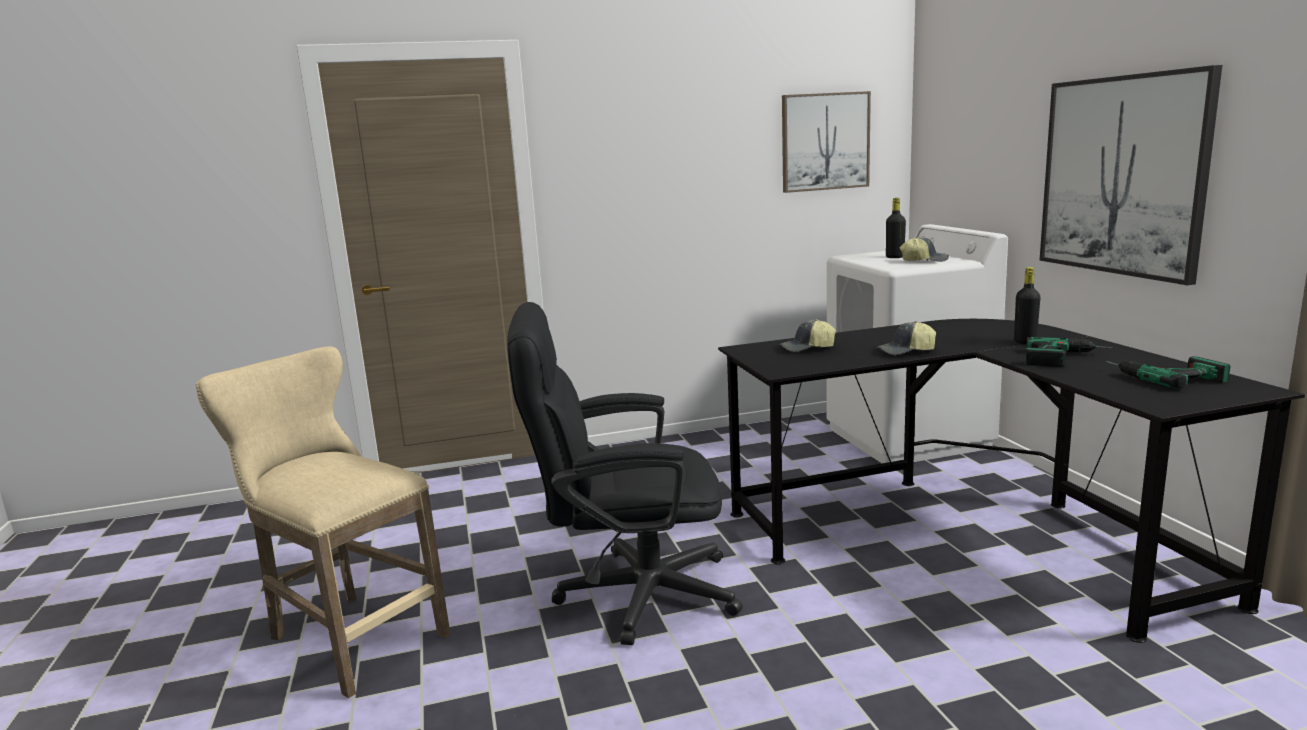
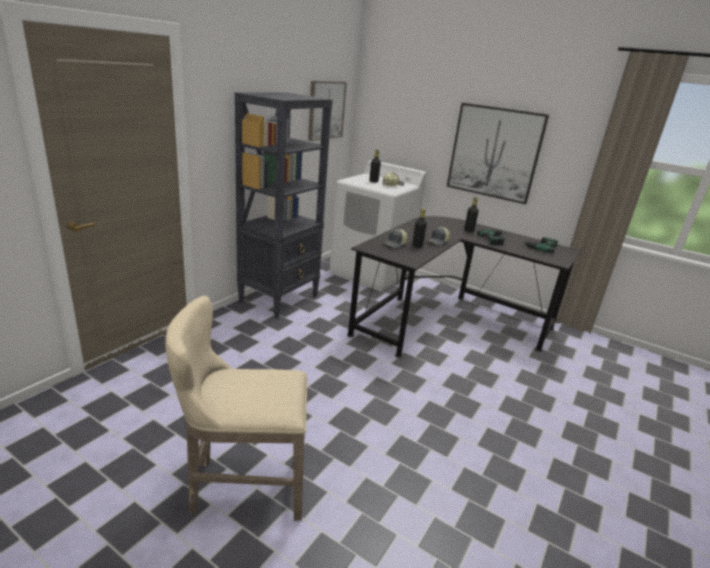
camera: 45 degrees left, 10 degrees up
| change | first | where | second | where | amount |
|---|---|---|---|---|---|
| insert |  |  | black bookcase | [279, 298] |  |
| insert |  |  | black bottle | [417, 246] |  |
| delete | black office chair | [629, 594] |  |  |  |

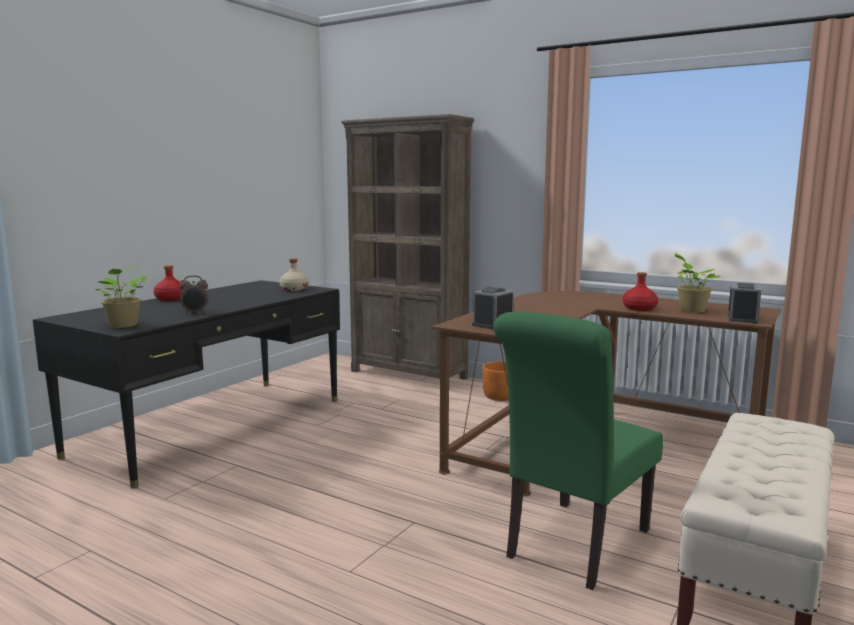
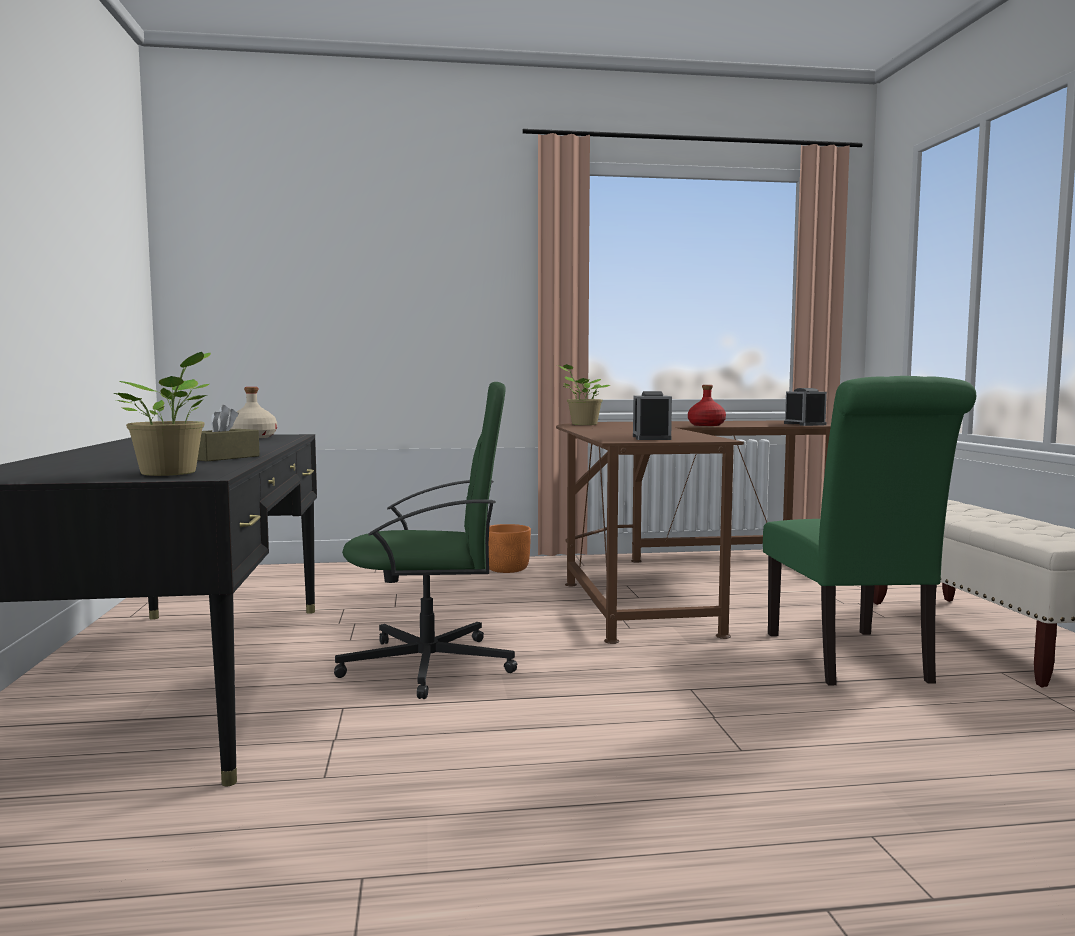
camera: 40 degrees left, 5 degrees down
| change | first | where | second | where | amount |
|---|---|---|---|---|---|
| replace | alarm clock | [195, 313] | brown tissue box | [223, 457] |  |
| insert |  |  | green office chair | [431, 665] |  |
| move | potted plant | [690, 310] |  | [582, 424] |  |
| delete | red bottle | [170, 299] |  |  |  |
| delete | brown bookcase | [409, 374] |  |  |  |

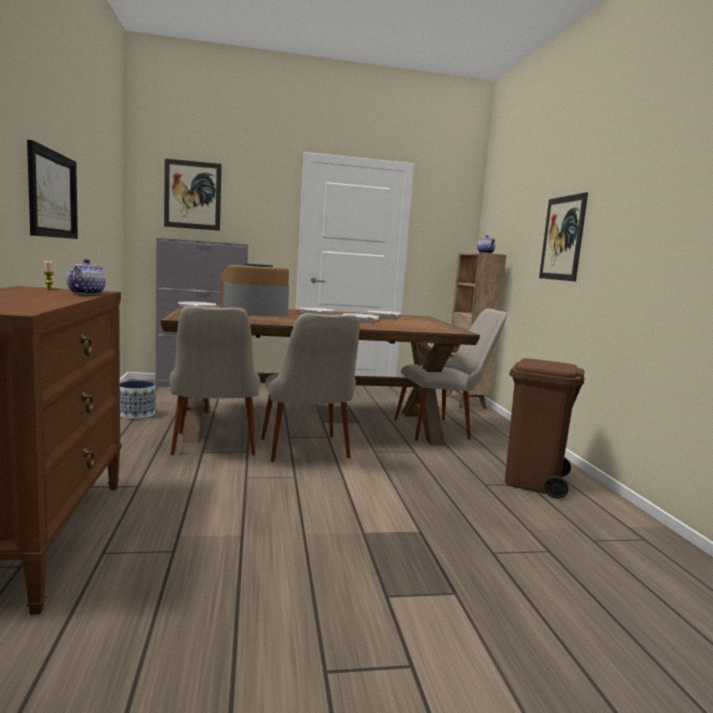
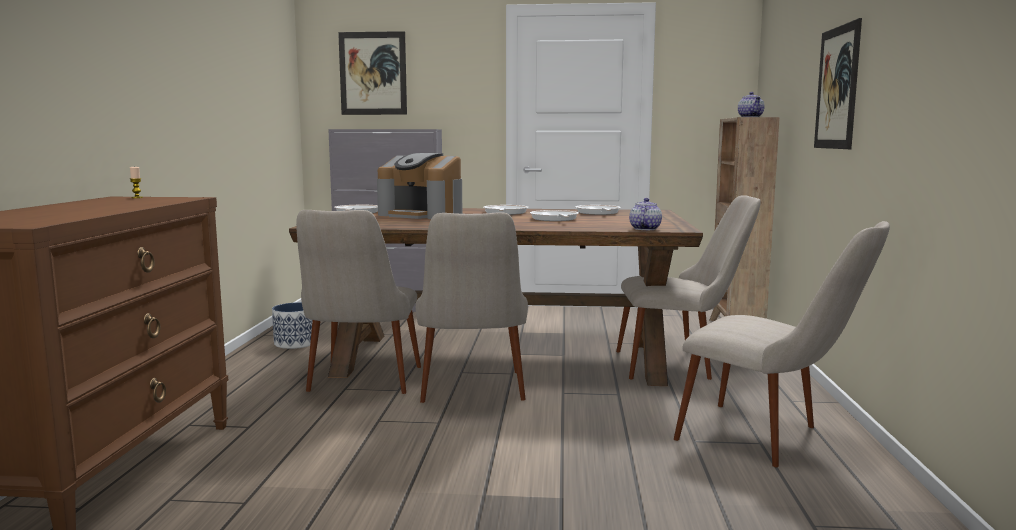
camera: 15 degrees right, 0 degrees up
| change | first | where | second | where | amount |
|---|---|---|---|---|---|
| rotate | coffee machine | [254, 312] |  | [422, 215] | 135 degrees counterclockwise |
| move | teapot | [86, 293] |  | [644, 229] |  |
| replace | brown trash can | [533, 481] | beige chair | [771, 439] |  |
| delete | picture | [52, 194] |  |  |  |

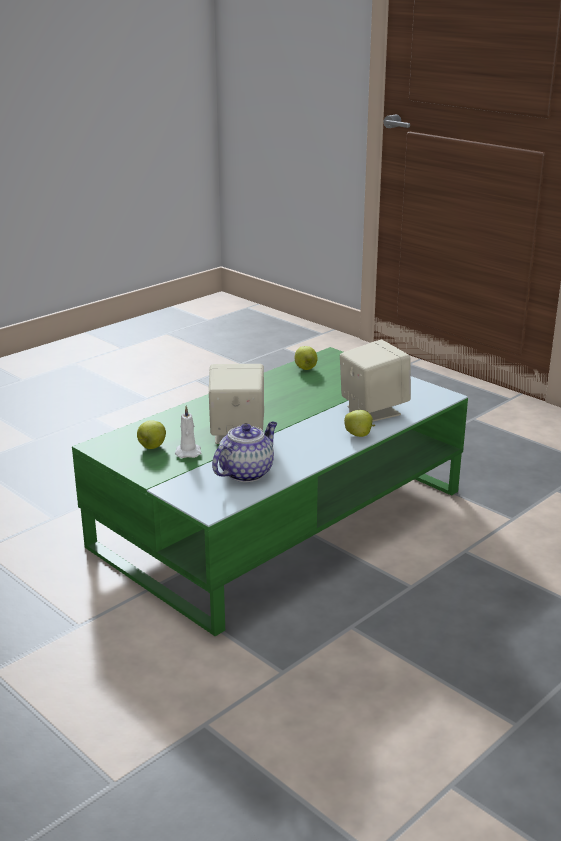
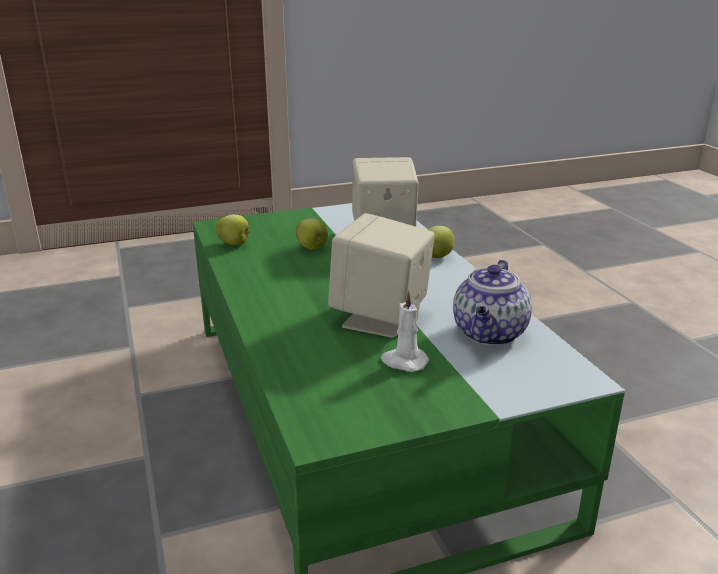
camera: 65 degrees left, 0 degrees up
| change | first | where | second | where | amount |
|---|---|---|---|---|---|
| move | apple | [151, 447] |  | [312, 248] |  |
| rotate | teapot | [246, 472] |  | [490, 334] | 135 degrees counterclockwise |

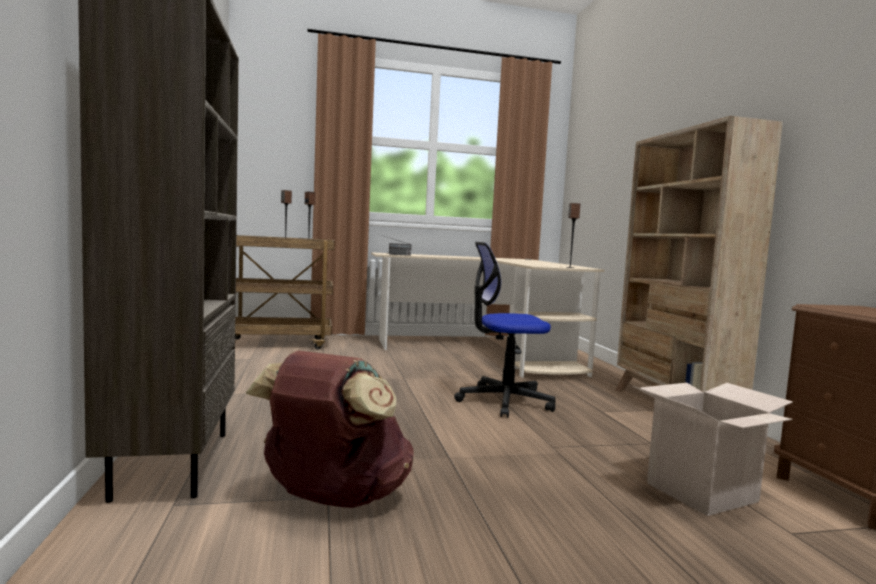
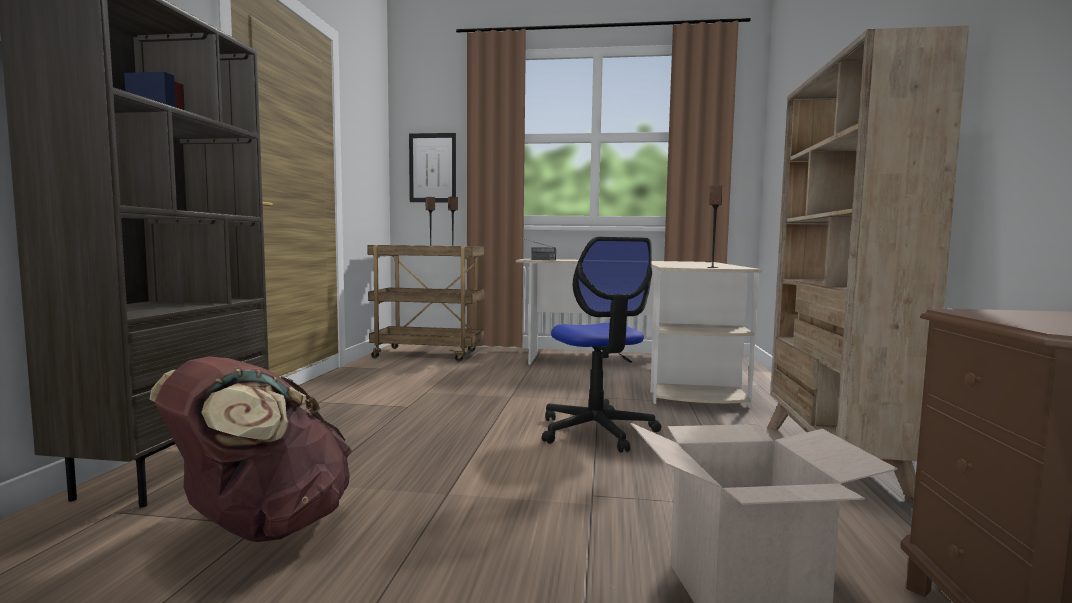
camera: 20 degrees right, 0 degrees up
| change | first | where | second | where | amount |
|---|---|---|---|---|---|
| insert |  |  | picture | [432, 168] |  |
| rotate | office chair | [504, 401] |  | [597, 431] | 120 degrees counterclockwise |

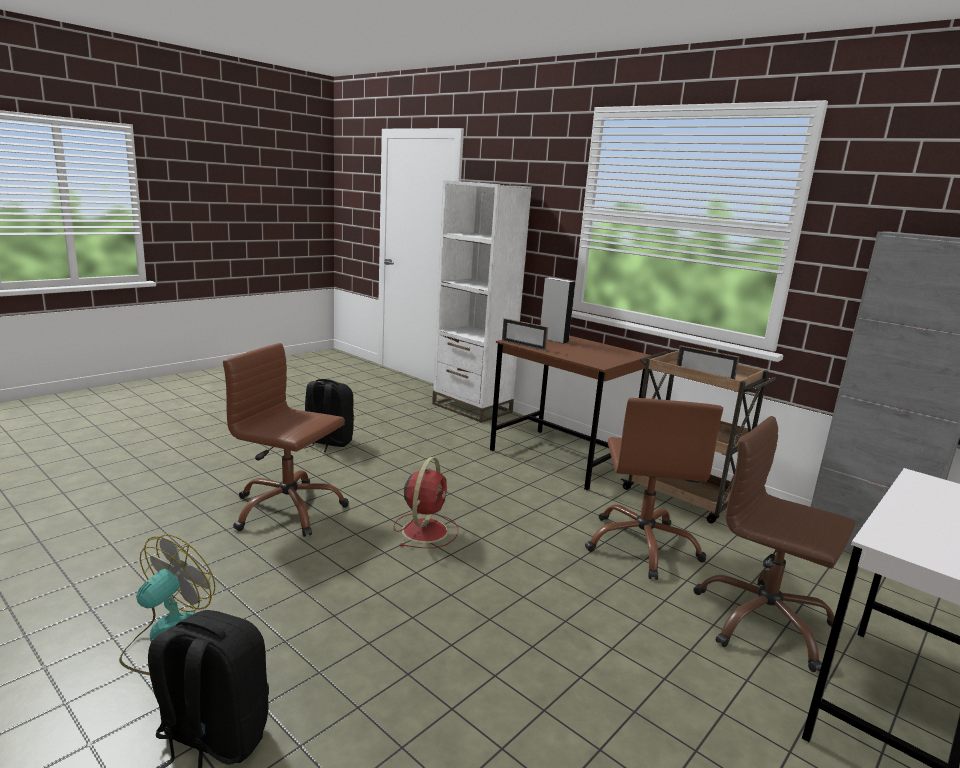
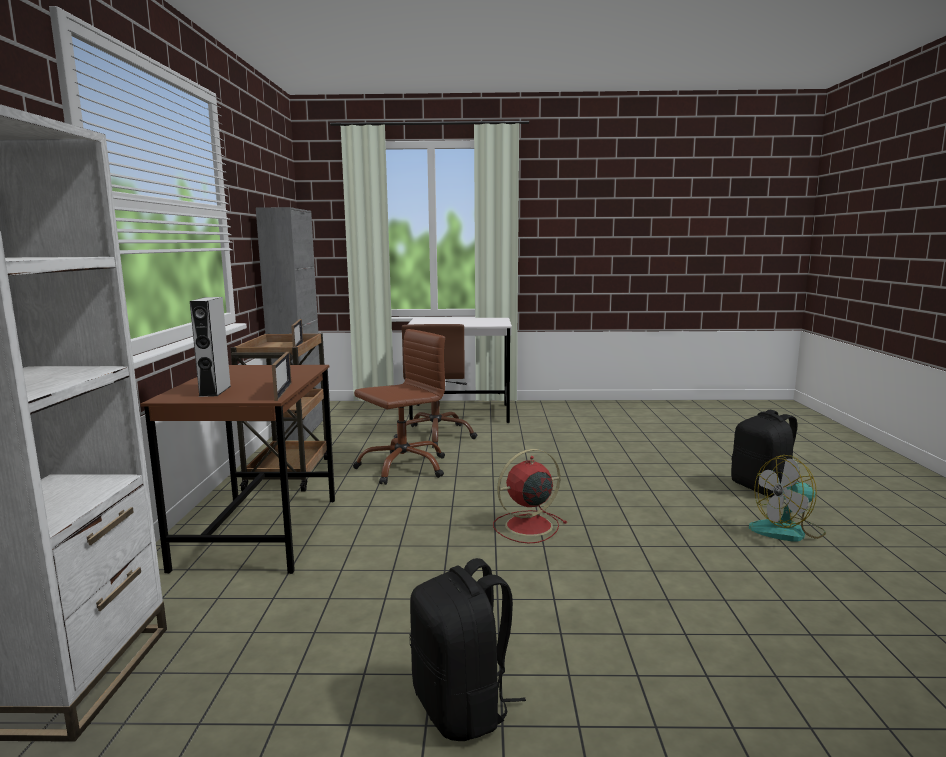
camera: 130 degrees left, 5 degrees down
| change | first | where | second | where | amount |
|---|---|---|---|---|---|
| delete | brown office chair | [288, 510] |  |  |  |

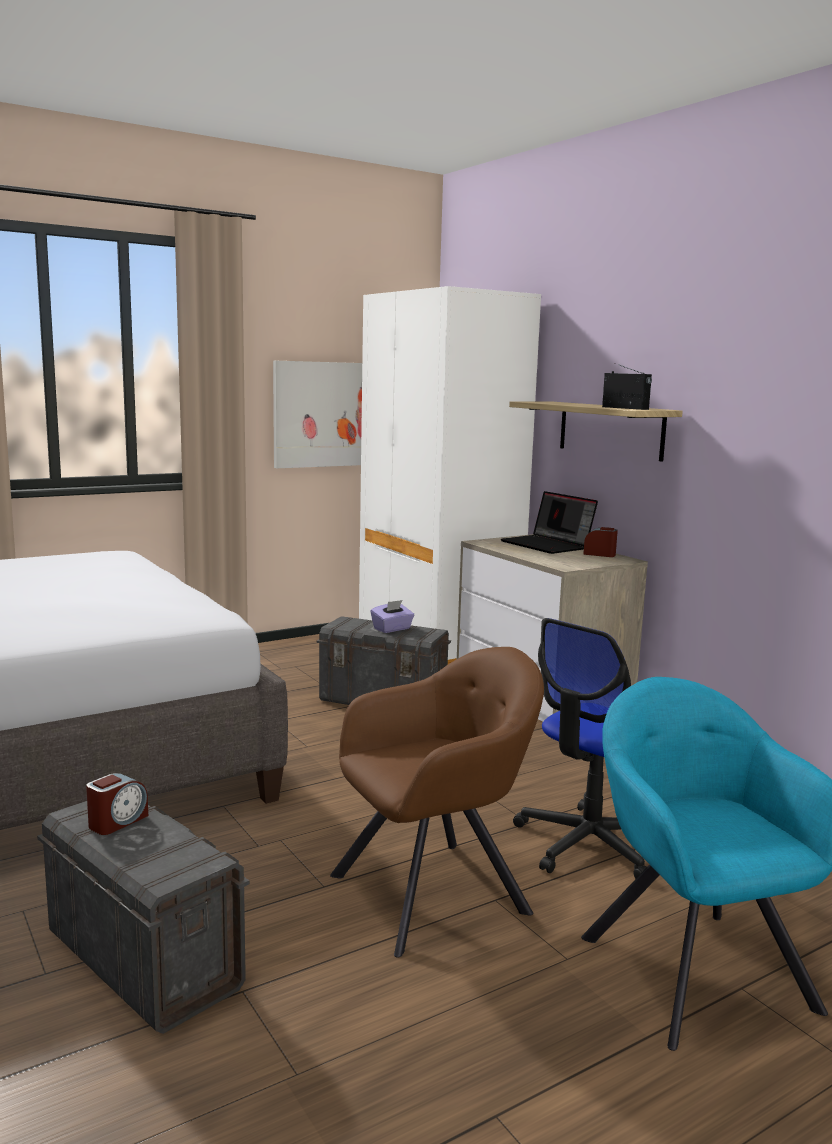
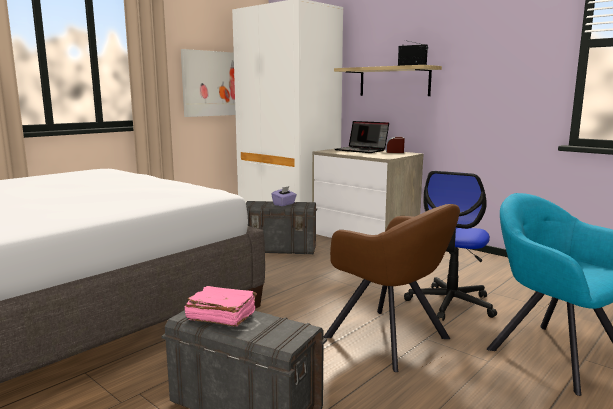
camera: 15 degrees left, 0 degrees up
| change | first | where | second | where | amount |
|---|---|---|---|---|---|
| replace | alarm clock | [117, 821] | pink book | [221, 317] |  |
| rotate | brown armchair | [436, 891] |  | [391, 339] | 90 degrees clockwise |

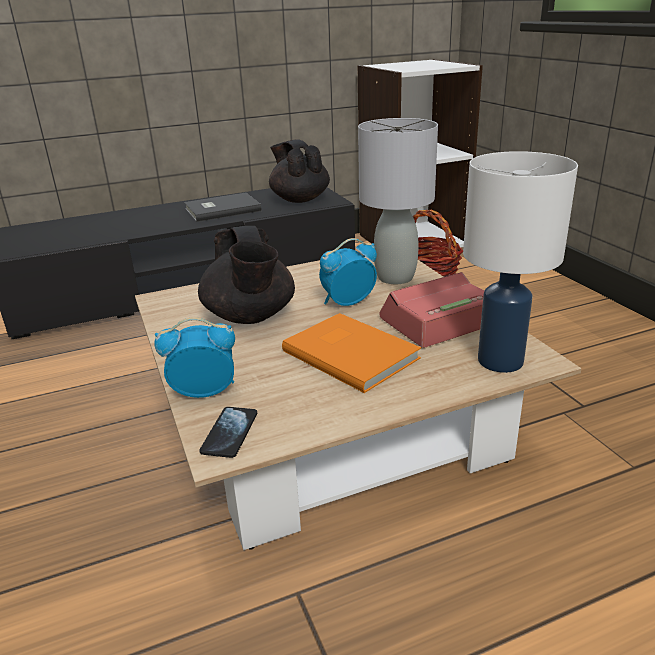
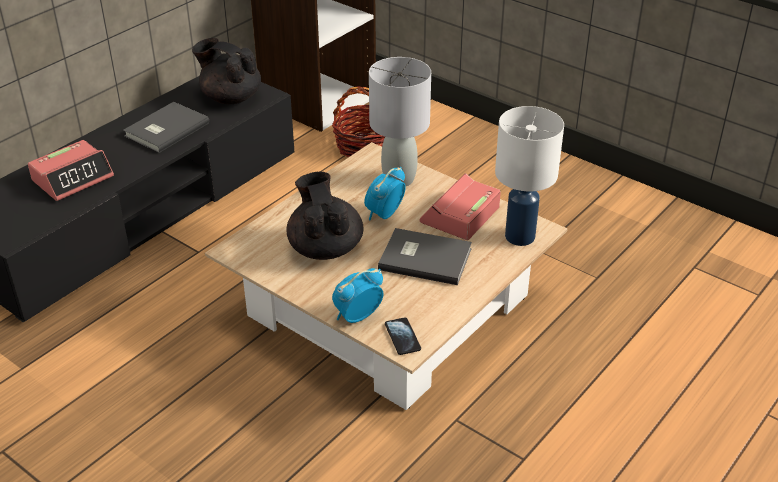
camera: 30 degrees left, 10 degrees up
| change | first | where | second | where | amount |
|---|---|---|---|---|---|
| insert |  |  | alarm clock | [73, 178] |  |
| rotate | black teapot | [250, 317] |  | [325, 247] | 150 degrees counterclockwise |
| recolor | orange book | [351, 352] | grey book | [424, 257] |  |

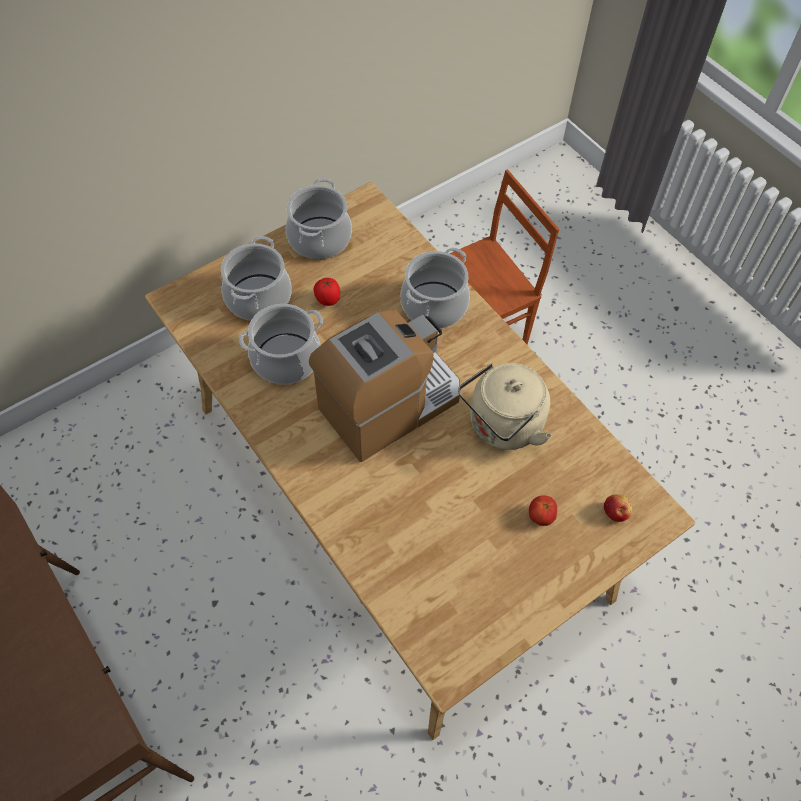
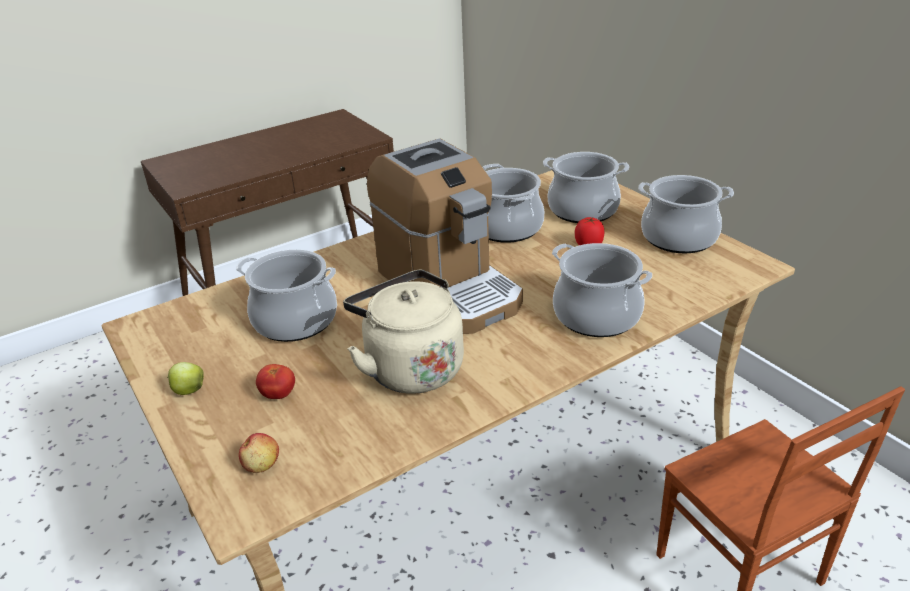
camera: 95 degrees right, 25 degrees down
| change | first | where | second | where | amount |
|---|---|---|---|---|---|
| insert |  |  | apple | [188, 390] |  |
| insert |  |  | cooking pot | [295, 321] |  |

